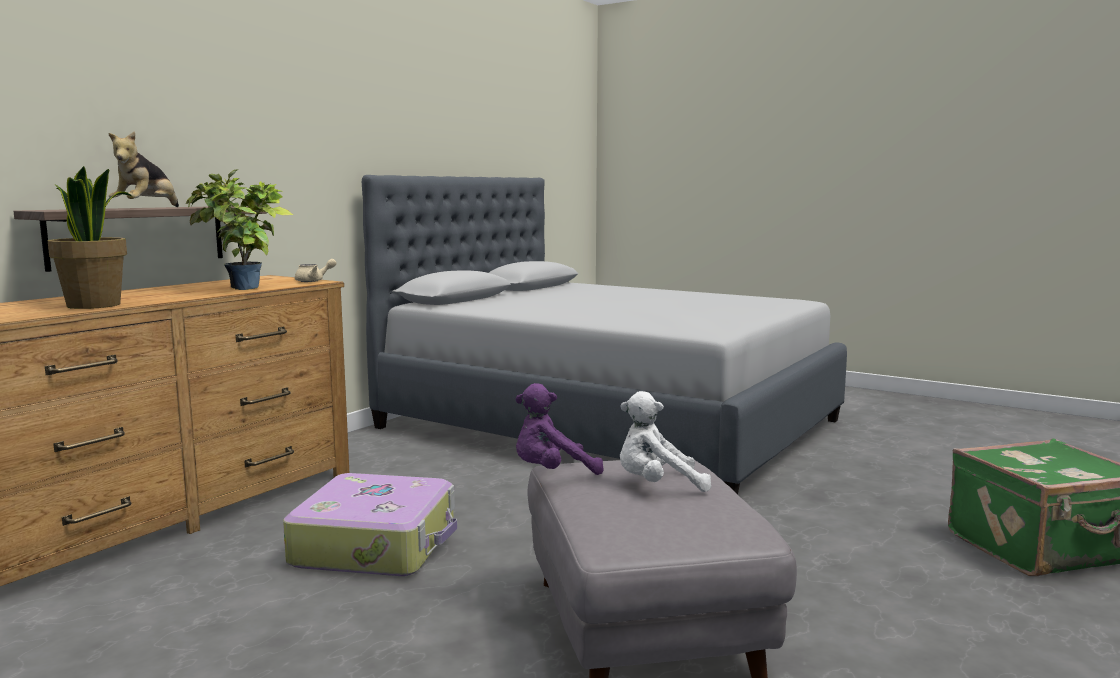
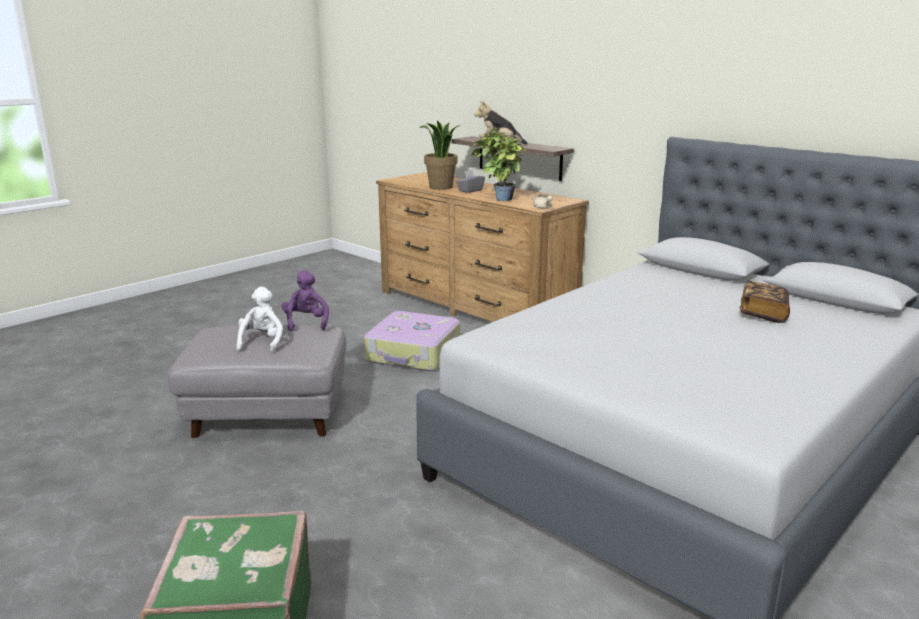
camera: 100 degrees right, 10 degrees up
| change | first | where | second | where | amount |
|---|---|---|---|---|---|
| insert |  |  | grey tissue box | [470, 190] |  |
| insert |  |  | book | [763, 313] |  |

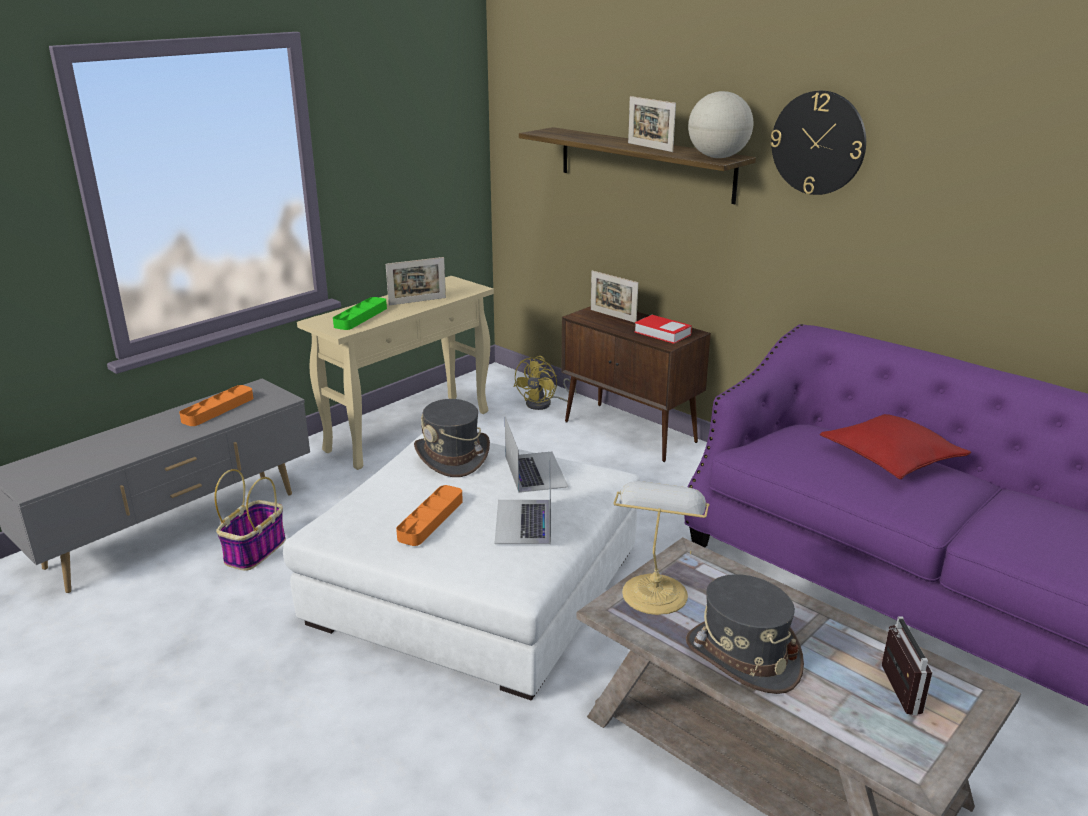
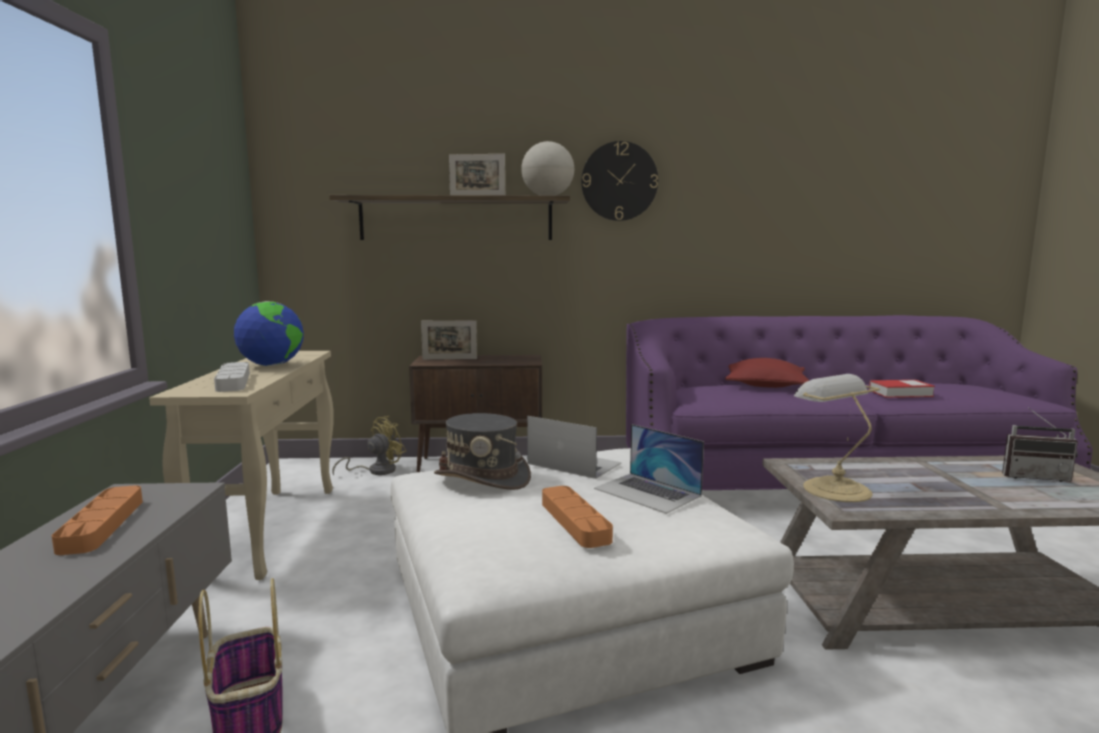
camera: 45 degrees left, 15 degrees down
| change | first | where | second | where | amount |
|---|---|---|---|---|---|
| recolor | green tray | [361, 317] | grey tray | [233, 381] |  |
| replace | picture frame | [417, 301] | globe | [272, 365] |  |
| rotate | yellow fan | [544, 404] |  | [376, 471] | 120 degrees counterclockwise |
| move | book | [662, 333] |  | [900, 393] |  |
| rotate | radio | [891, 689] |  | [1033, 476] | 150 degrees clockwise |
| delete | grey hat | [742, 657] |  |  |  |

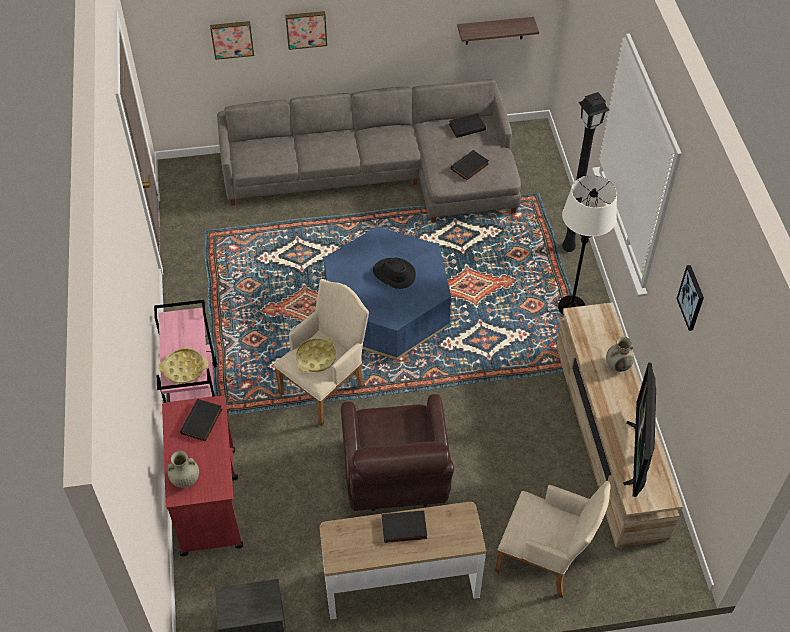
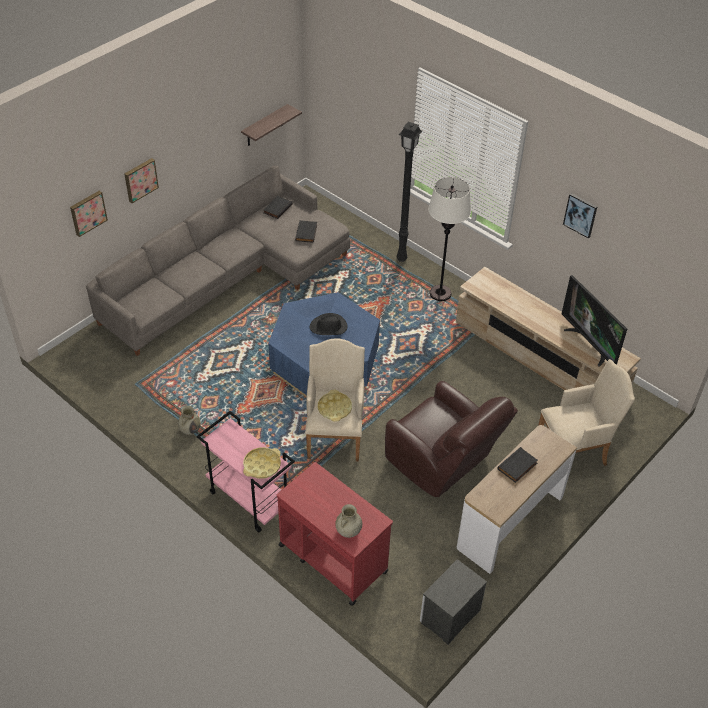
camera: 40 degrees left, 5 degrees down
| change | first | where | second | where | amount |
|---|---|---|---|---|---|
| move | beige vase | [618, 365] |  | [190, 430] |  |
| delete | black book | [202, 422] |  |  |  |

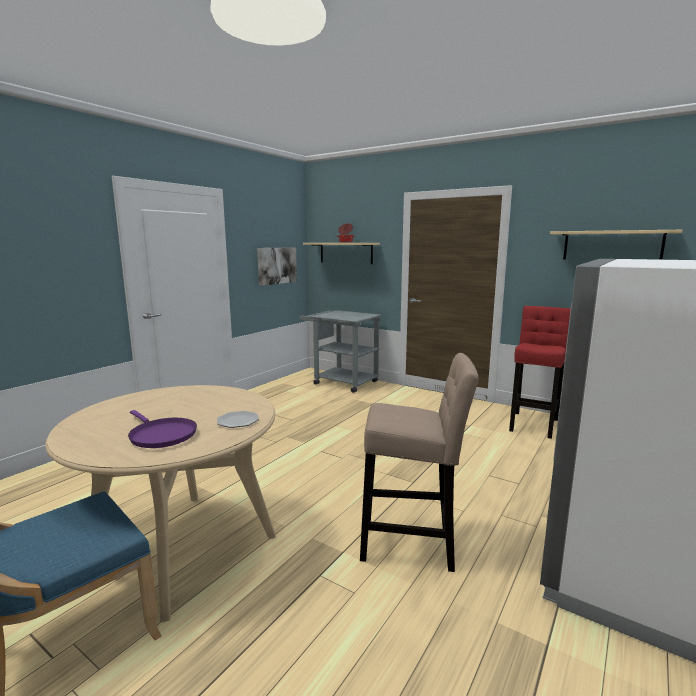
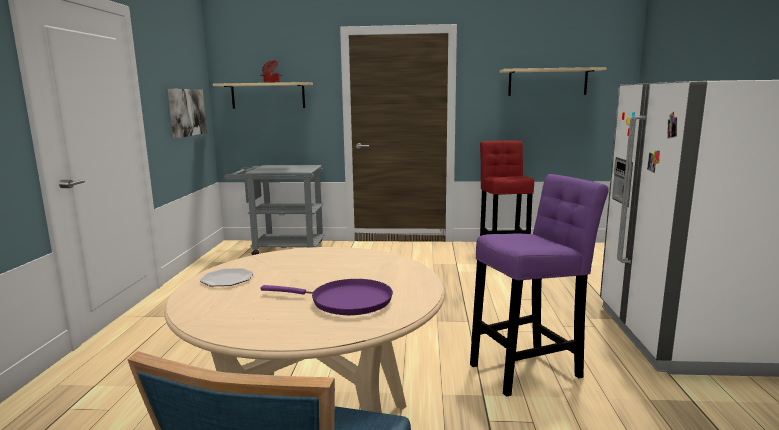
camera: 30 degrees left, 0 degrees up
| change | first | where | second | where | amount |
|---|---|---|---|---|---|
| move | plate | [238, 421] |  | [227, 279] |  |
| recolor | beige stool | [413, 544] | purple stool | [530, 369] |  |

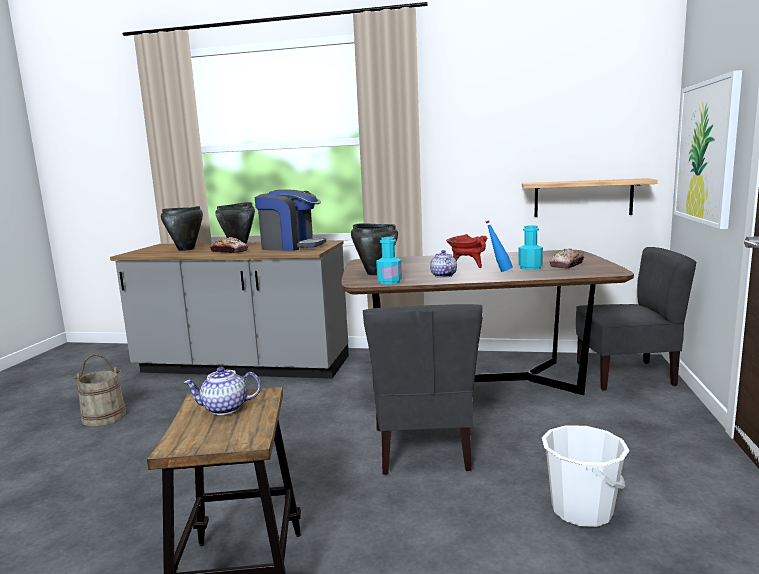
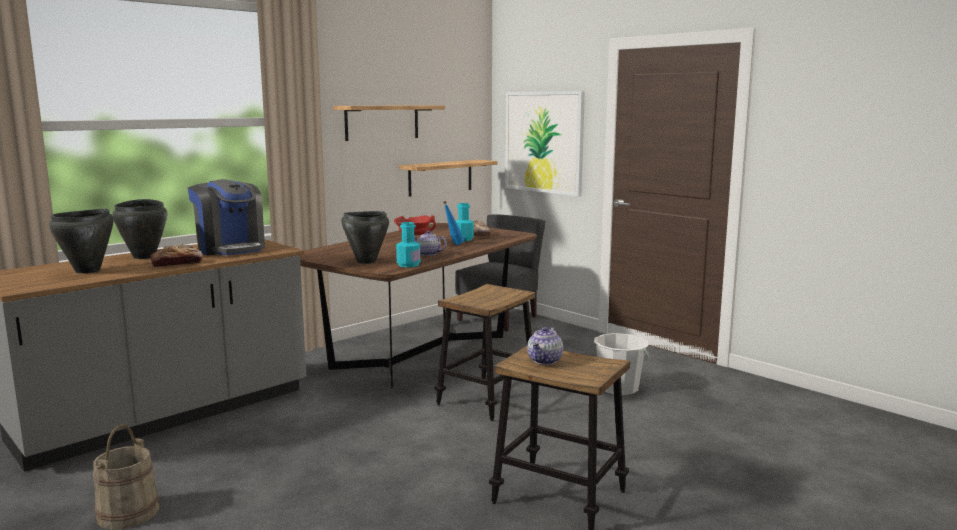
camera: 55 degrees left, 0 degrees up
| change | first | where | second | where | amount |
|---|---|---|---|---|---|
| rotate | coffee machine | [291, 246] |  | [230, 249] | 90 degrees clockwise |
| insert |  |  | shelf | [382, 122] |  |
| replace | grey chair | [423, 449] | stool | [487, 399] |  |

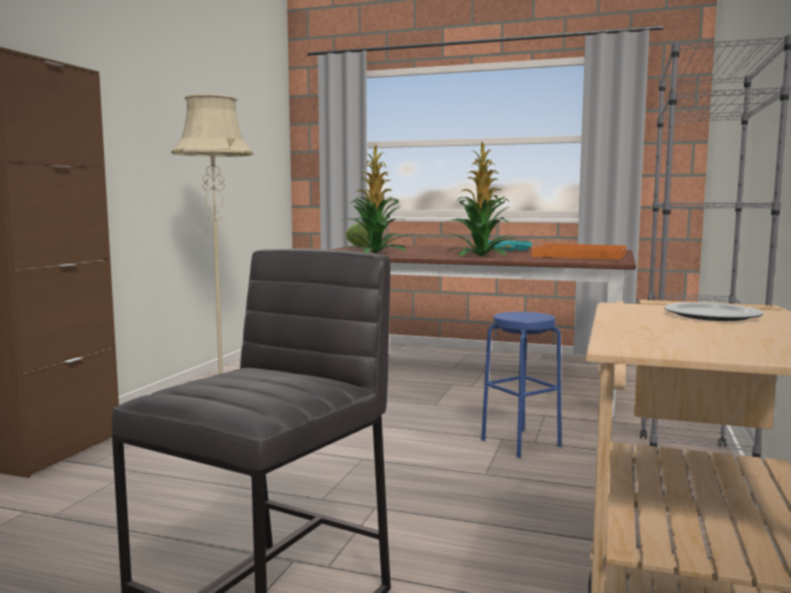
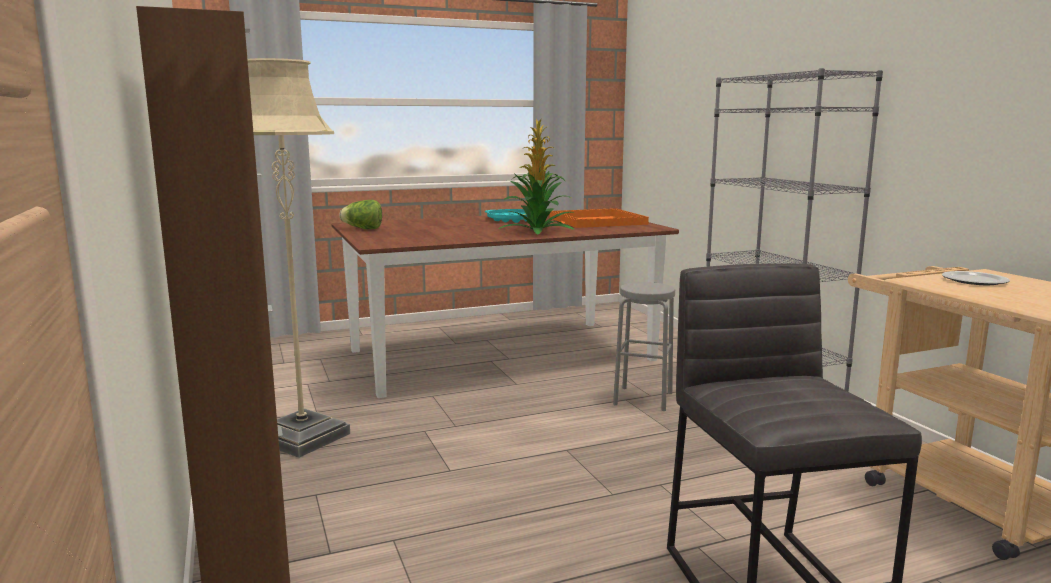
camera: 40 degrees left, 5 degrees up
| change | first | where | second | where | amount |
|---|---|---|---|---|---|
| recolor | blue stool | [520, 443] | grey stool | [643, 399] |  |
| delete | potted plant | [376, 253] |  |  |  |

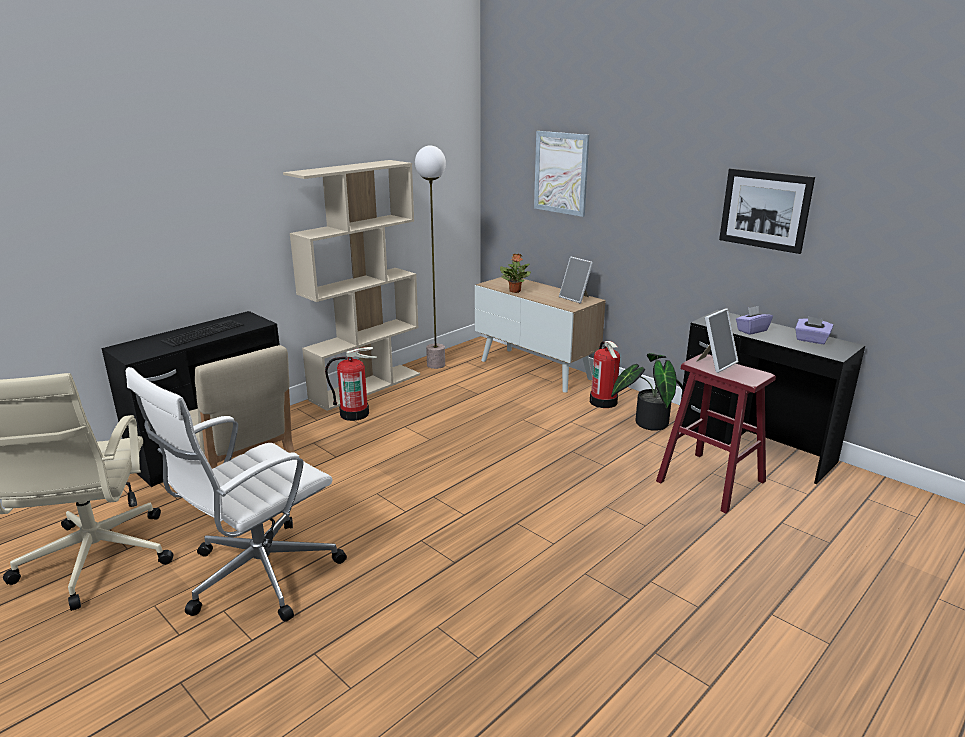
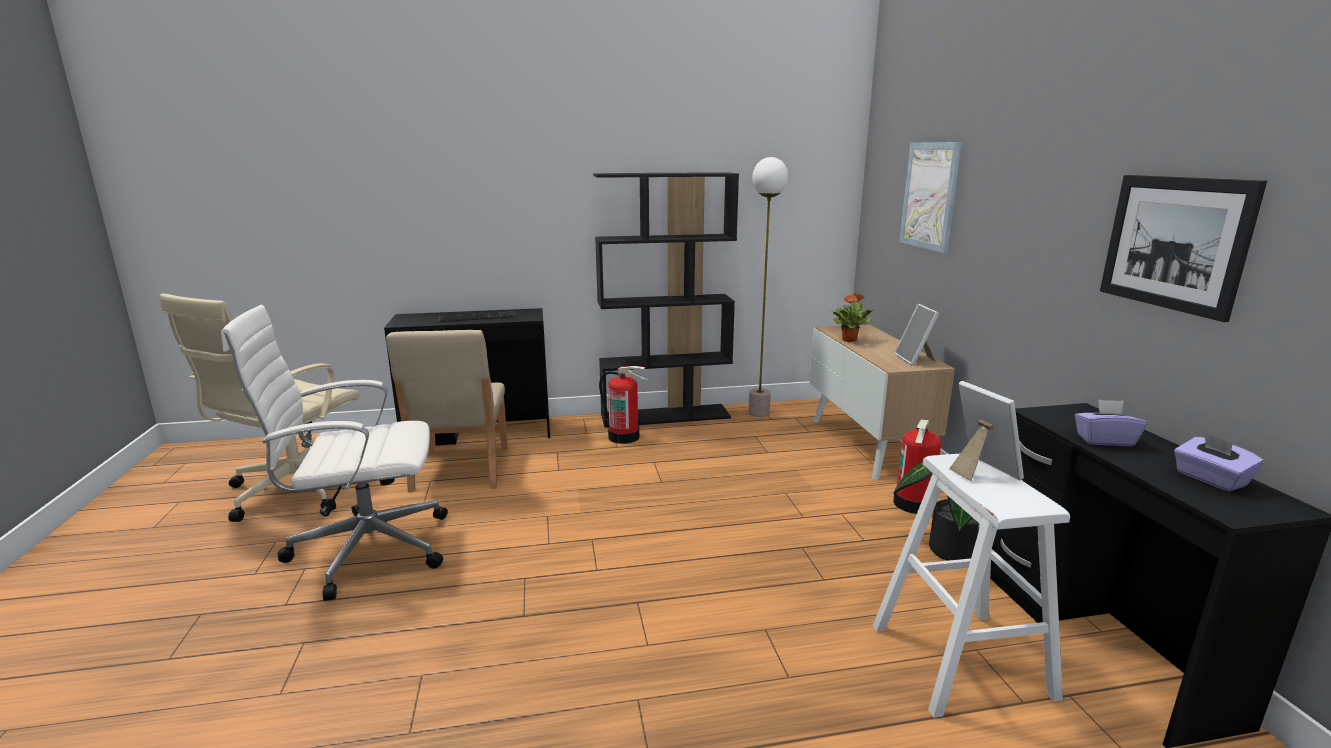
camera: 35 degrees right, 5 degrees down
| change | first | where | second | where | amount |
|---|---|---|---|---|---|
| recolor | beige bookcase | [366, 386] | black bookcase | [666, 416] |  |
| recolor | red stool | [710, 481] | white stool | [960, 660] |  |
| rotate | picture frame | [715, 364] |  | [980, 470] | 105 degrees counterclockwise |

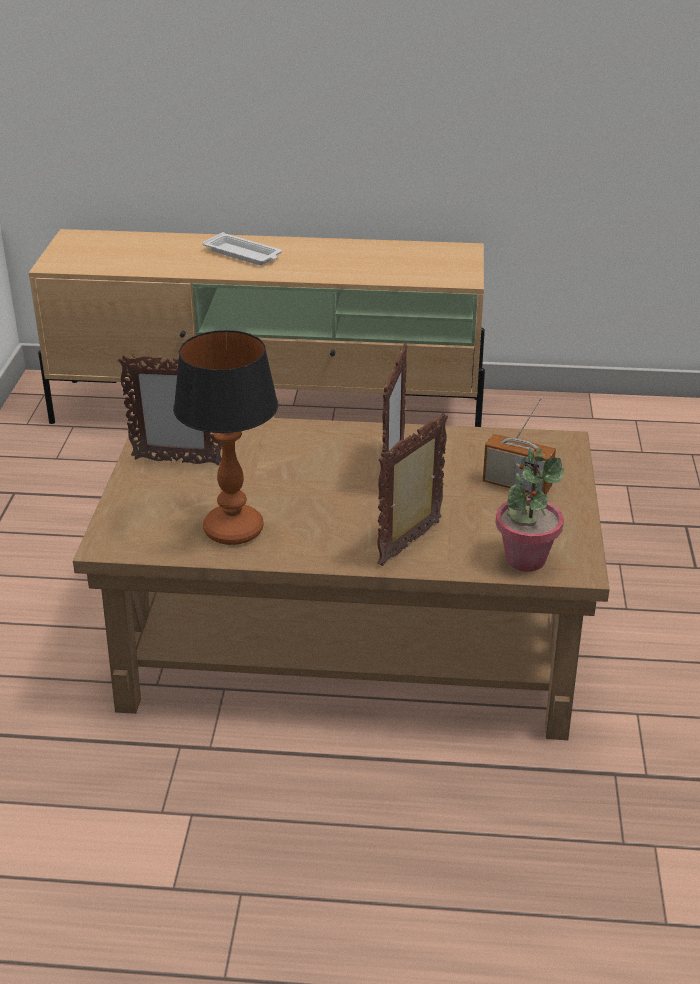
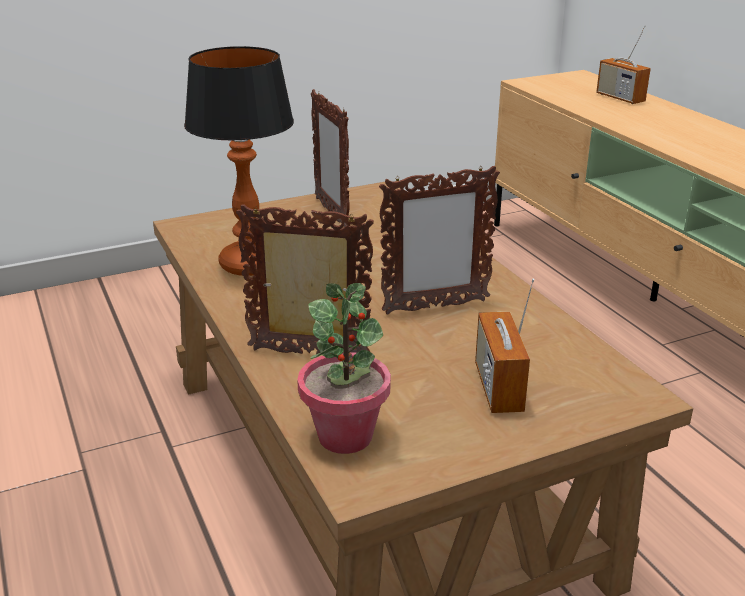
camera: 60 degrees right, 5 degrees down
| change | first | where | second | where | amount |
|---|---|---|---|---|---|
| insert |  |  | radio | [620, 98] |  |
| delete | white tray | [243, 254] |  |  |  |

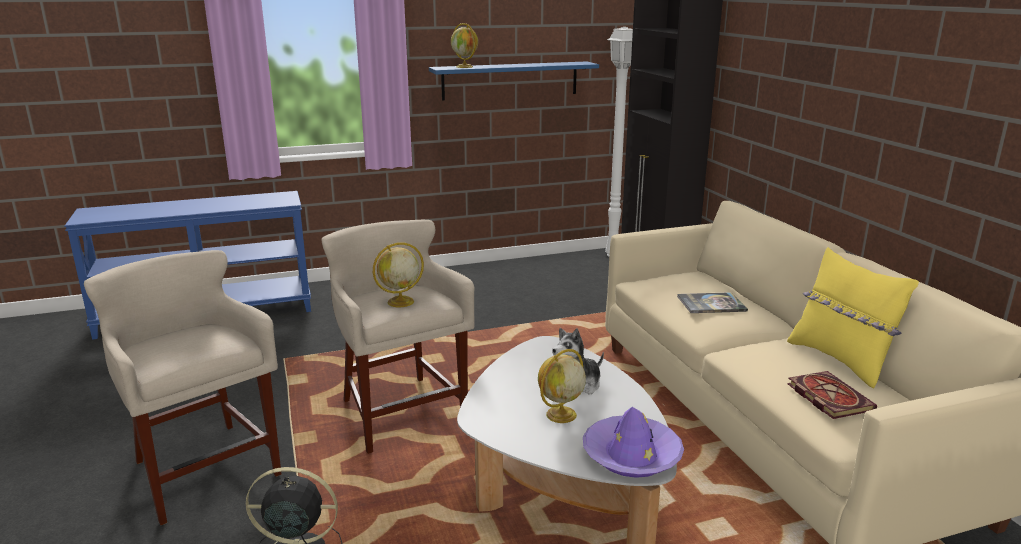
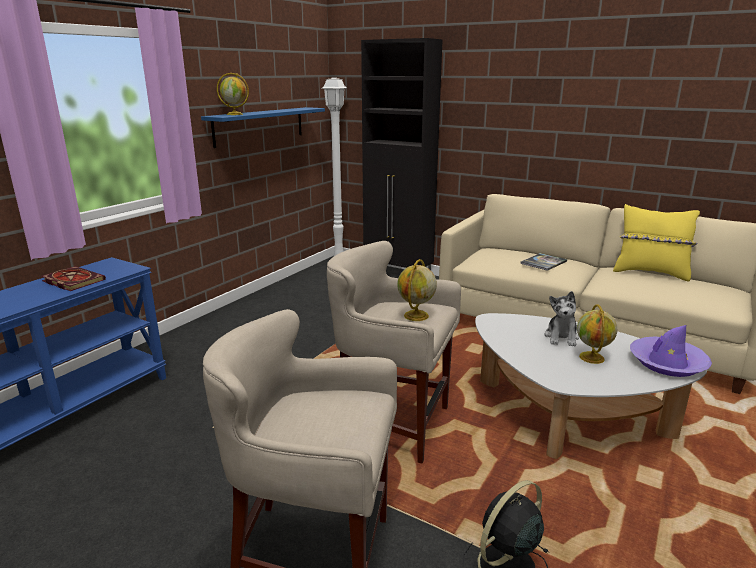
camera: 40 degrees left, 0 degrees up
| change | first | where | second | where | amount |
|---|---|---|---|---|---|
| move | book | [827, 396] |  | [72, 281] |  |

